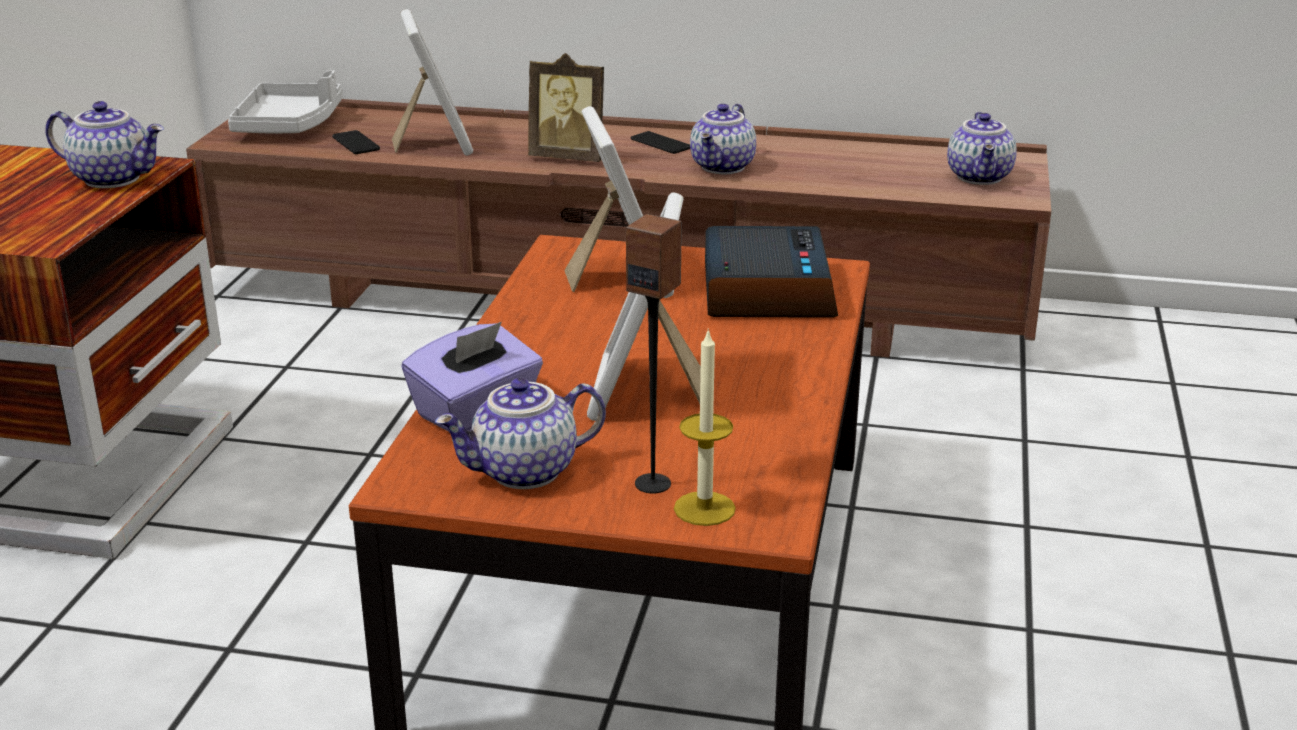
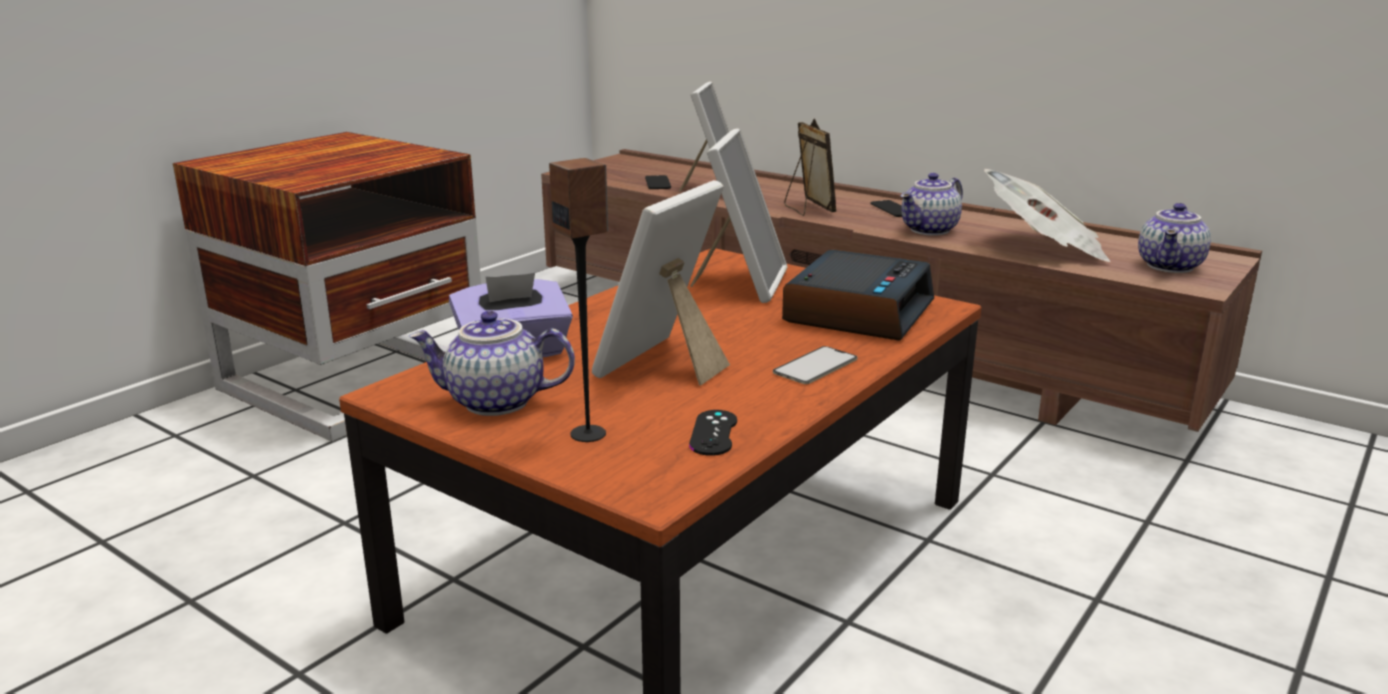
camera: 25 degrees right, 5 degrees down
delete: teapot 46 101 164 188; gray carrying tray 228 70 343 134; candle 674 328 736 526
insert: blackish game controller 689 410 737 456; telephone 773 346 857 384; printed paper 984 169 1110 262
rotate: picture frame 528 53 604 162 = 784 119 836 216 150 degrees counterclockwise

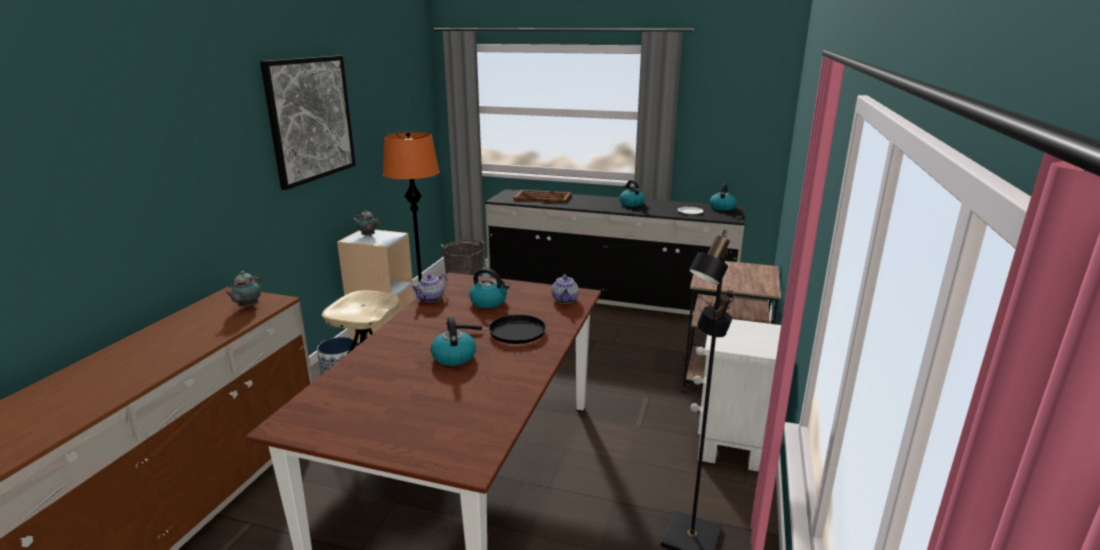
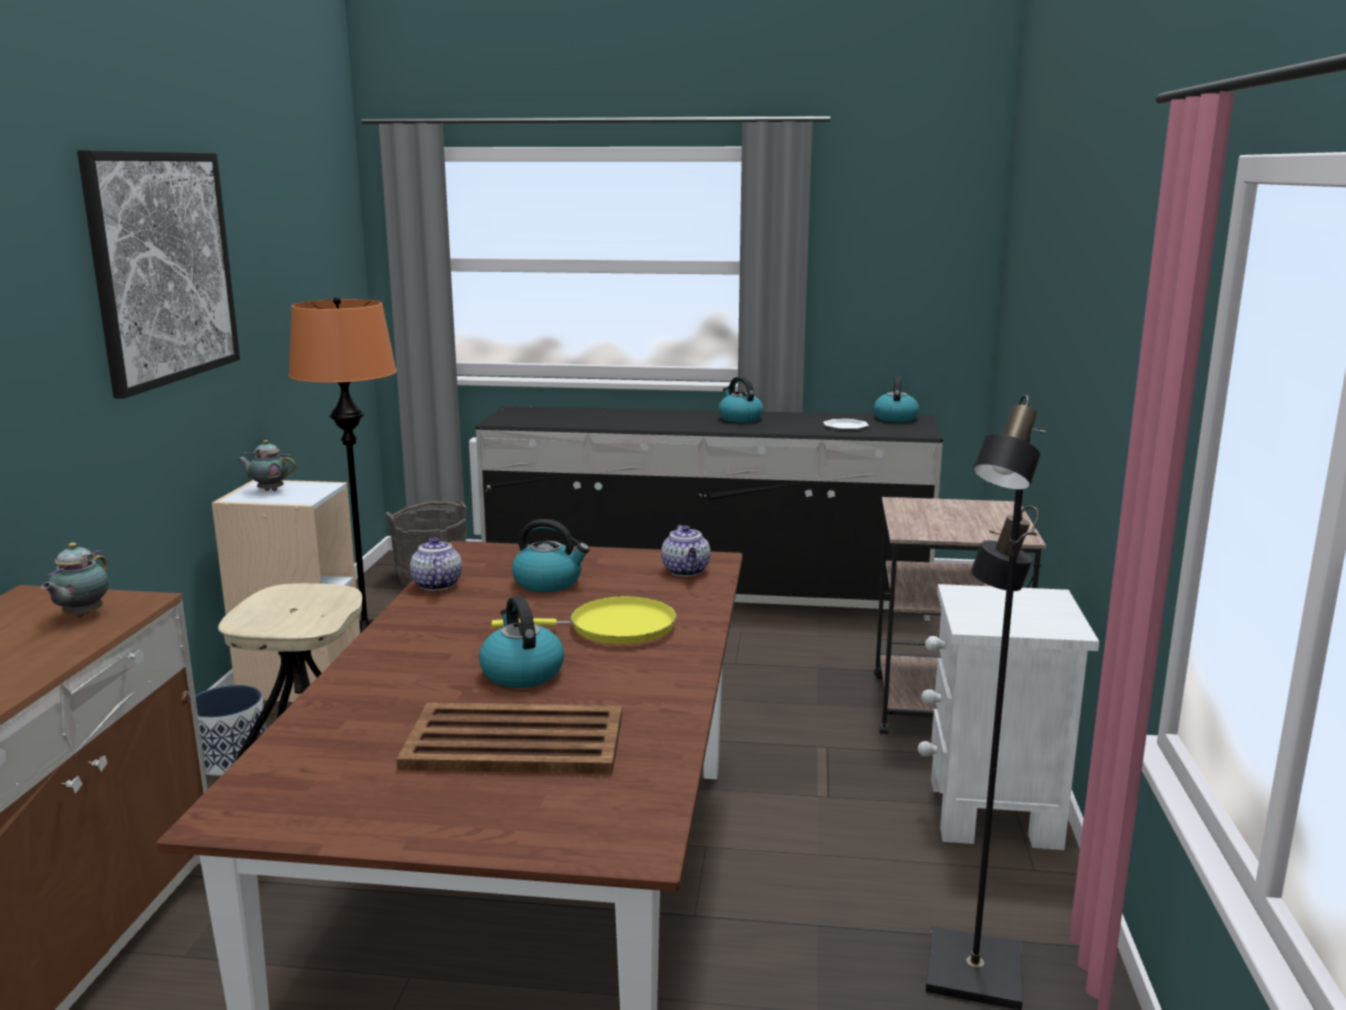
camera: 10 degrees left, 5 degrees down
move: brown-coloured carrying tray 513 190 571 203 to 396 702 622 774
recolor: blackish pan 456 315 546 344 to yellowish pan 491 596 676 644
rotate: teapot 412 274 448 302 = 410 537 462 591 135 degrees clockwise

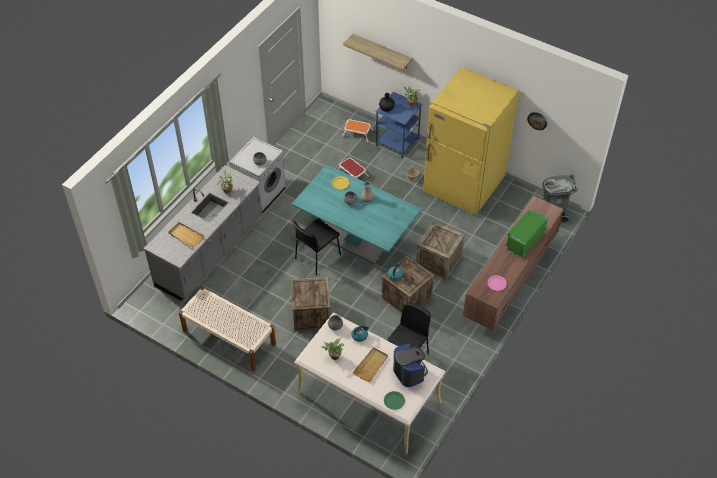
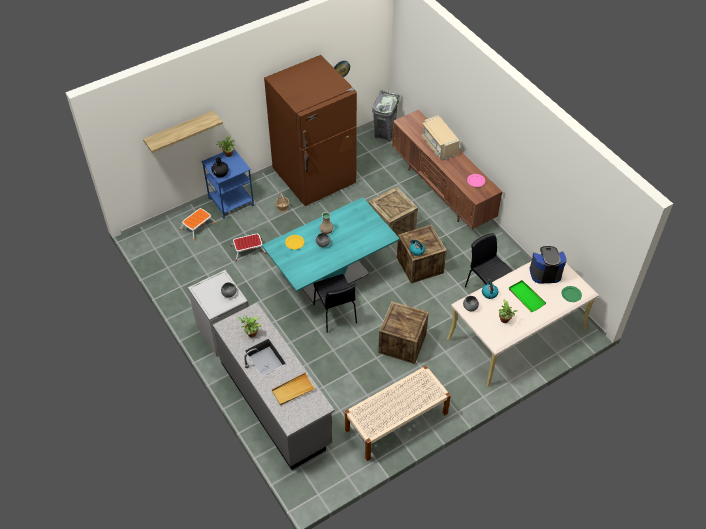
camera: 65 degrees left, 0 degrees up
recolor: beige-coloured carrying tray 353 347 388 382 to green-coloured carrying tray 509 280 546 312; yellowish fridge 423 67 519 215 to brown-coloured fridge 264 55 357 206; green-coloured microwave 506 210 548 258 to beige-coloured microwave 421 115 460 160

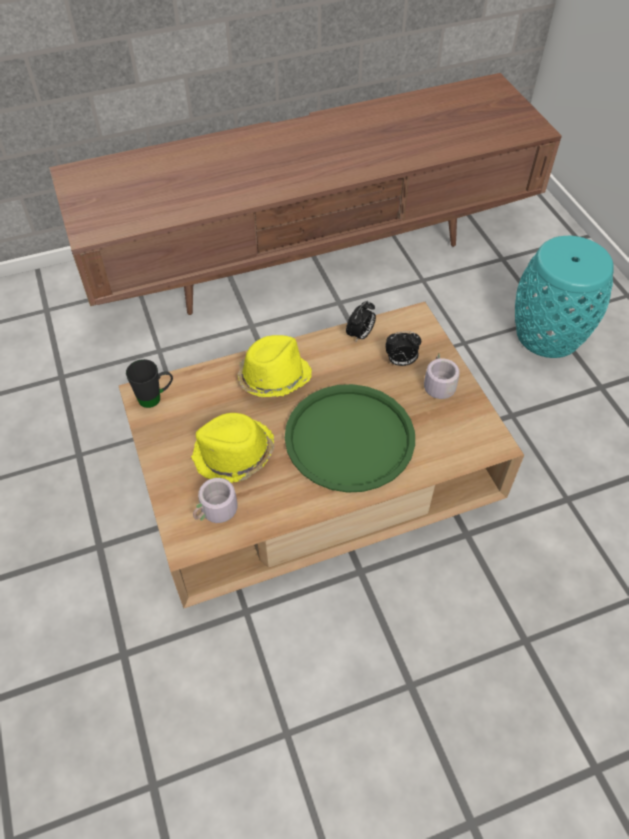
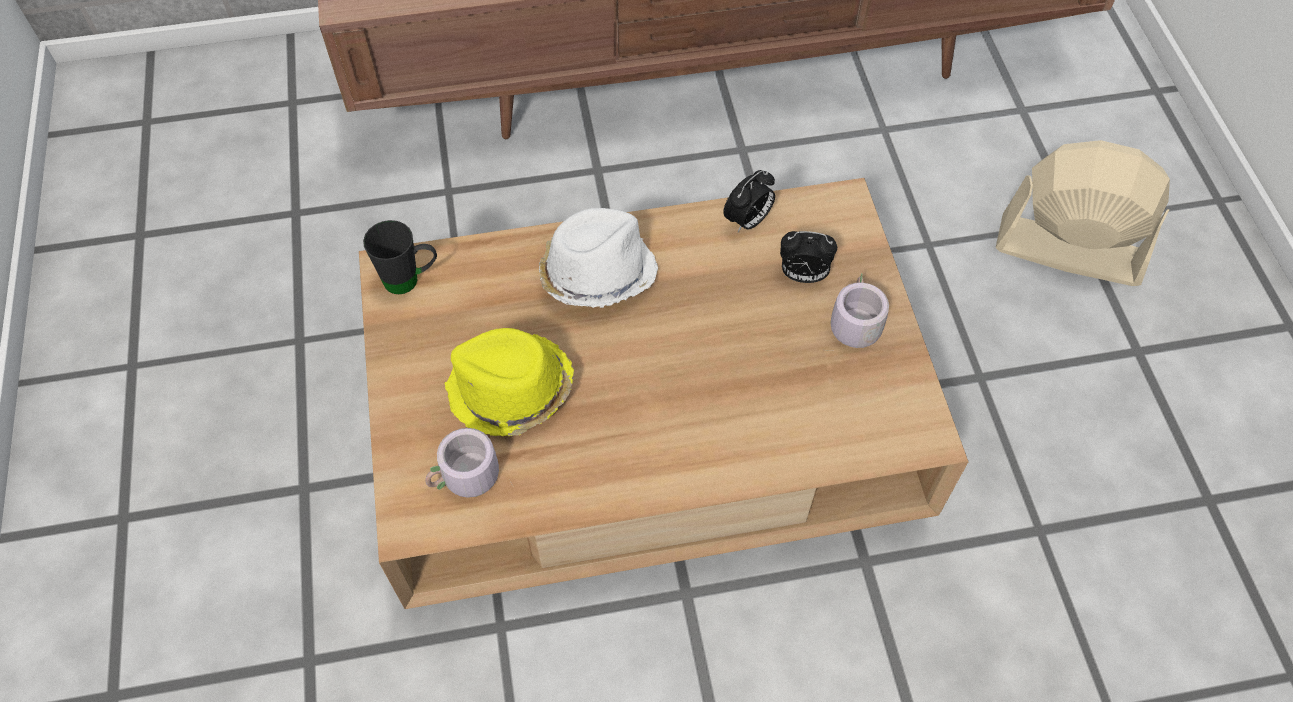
camera: 10 degrees right, 5 degrees up
delete: green-coloured carrying tray 285 384 415 493
replace: turquoise-coloured sitting stool 515 236 614 358 to beige-coloured electric fan 996 140 1170 286
recolor: yellowish clothing hat 238 335 312 397 to white clothing hat 539 208 658 308

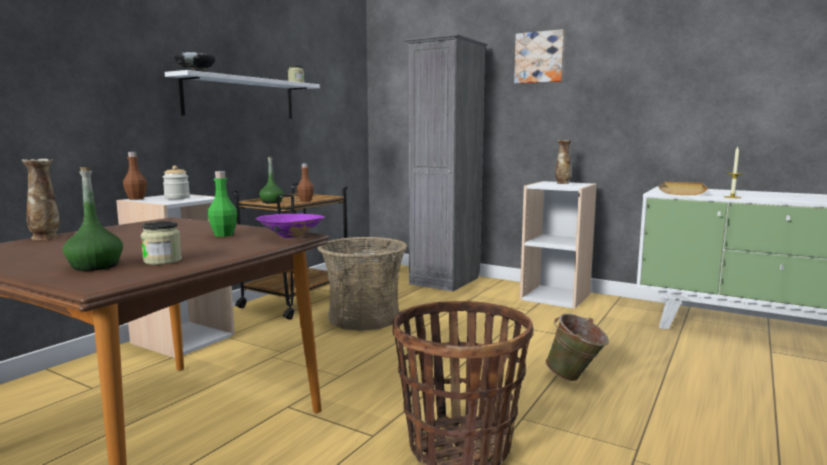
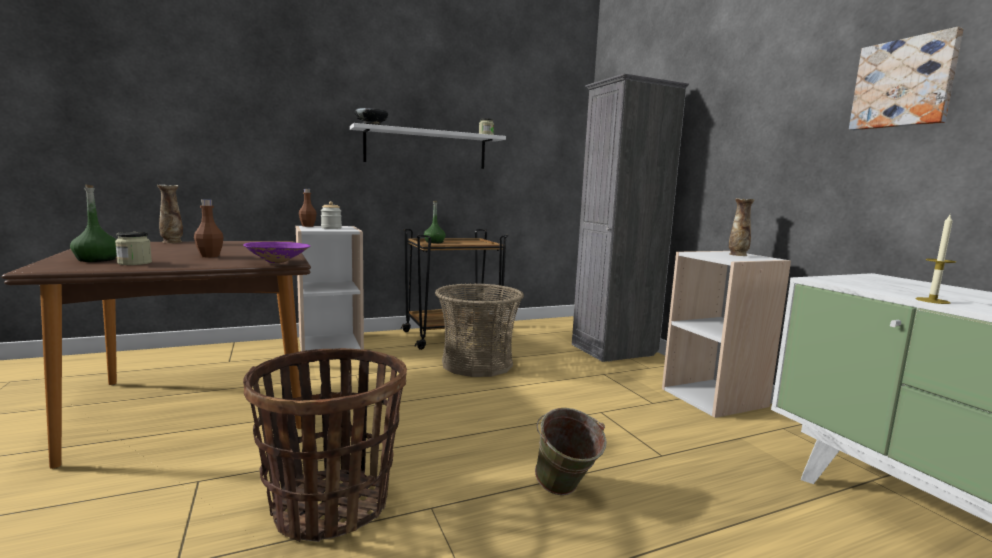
camera: 35 degrees right, 0 degrees up
delete: green-coloured bottle 208 171 237 237; beige-coloured carrying tray 658 182 708 195
move: brown-coloured bottle 297 163 314 202 to 194 199 224 257; wall picture 514 29 565 84 to 849 27 964 130

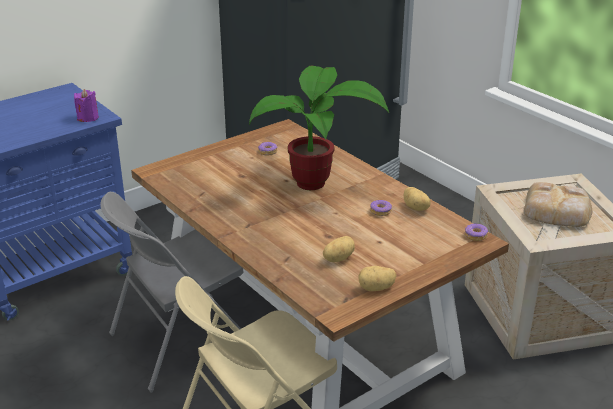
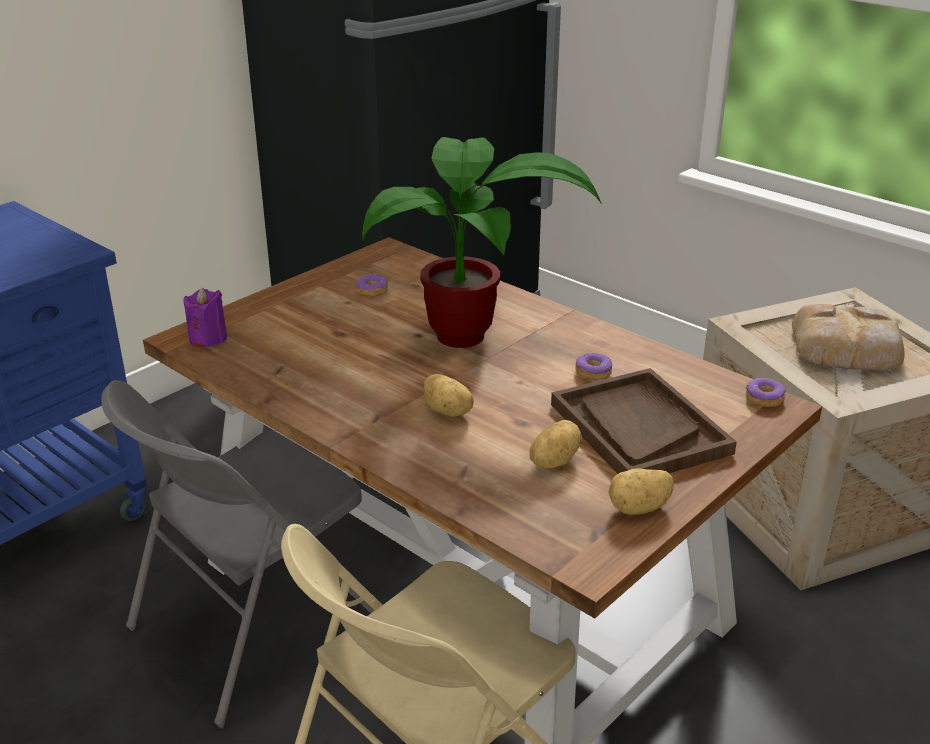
camera: 10 degrees left, 0 degrees up
insert: brown-coloured carrying tray 551 368 737 474
move: purple candle 74 89 99 122 to 183 288 227 347; whole potato 404 187 431 211 to 424 374 474 417

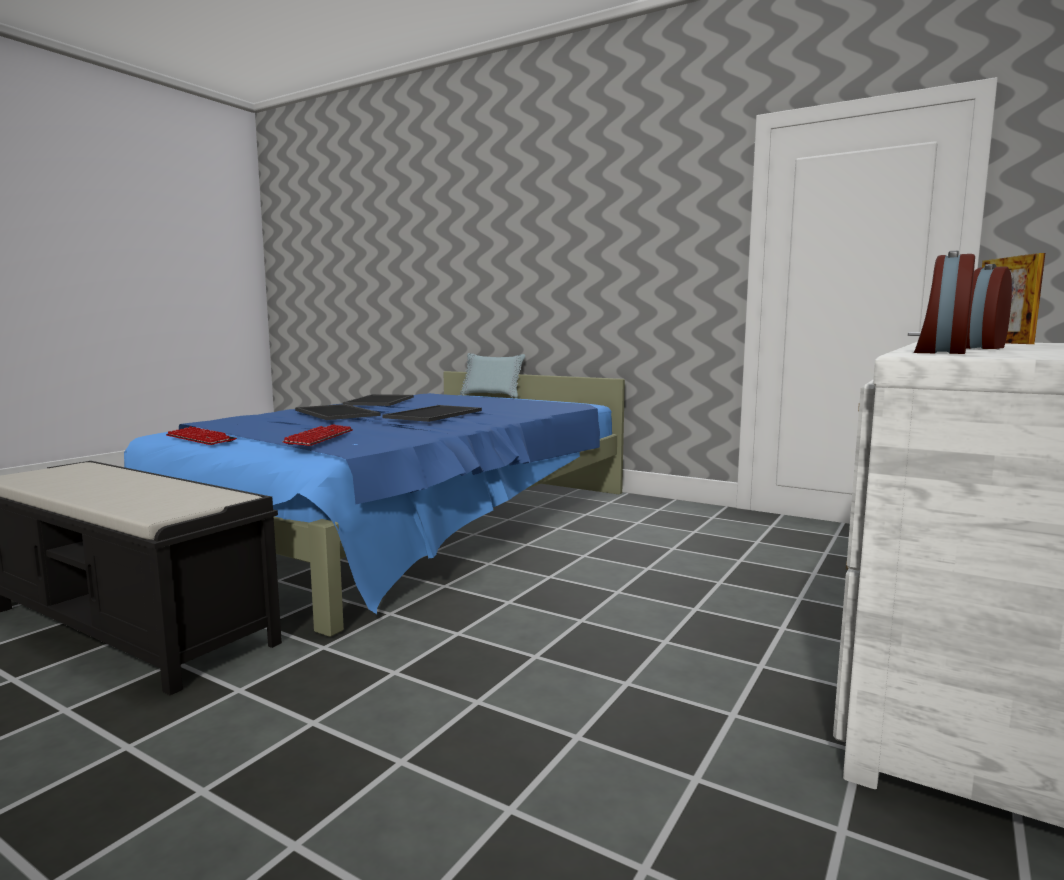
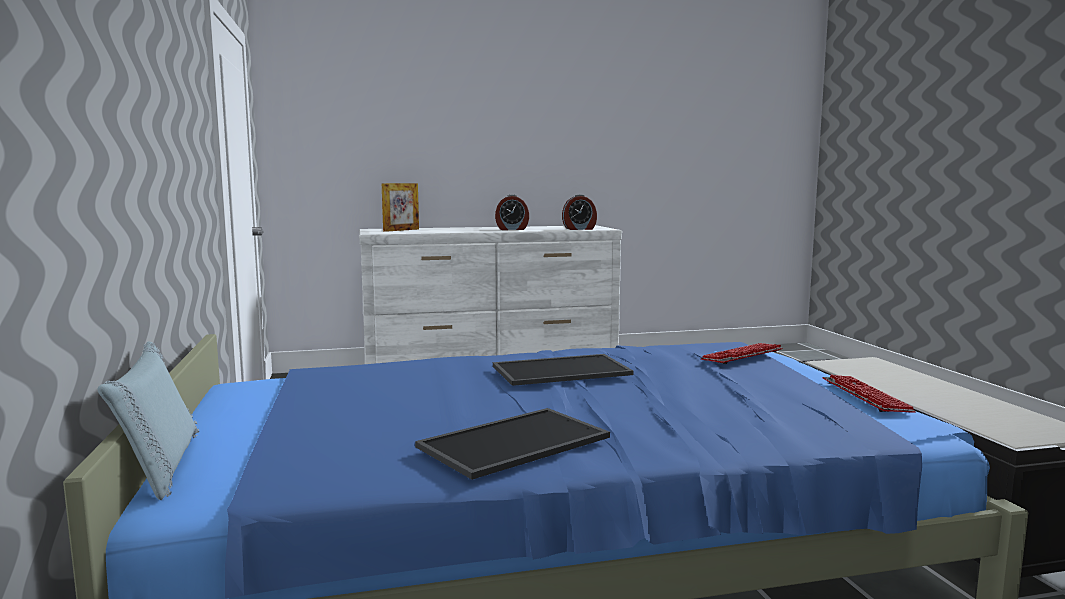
camera: 135 degrees left, 0 degrees up
delete: carrying tray 295 404 380 420

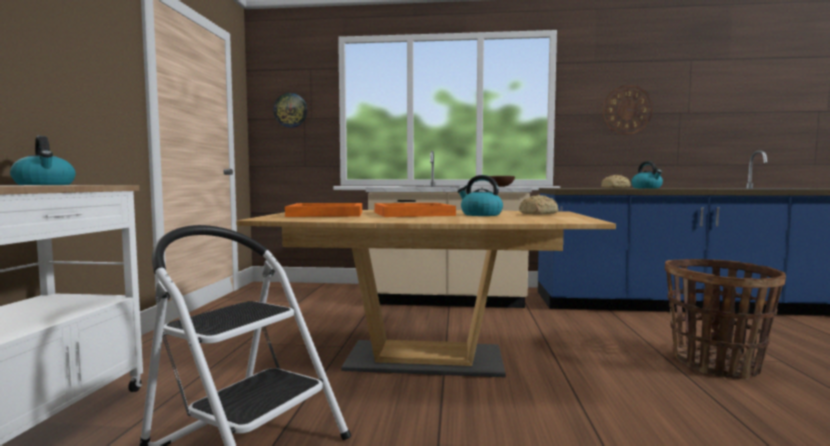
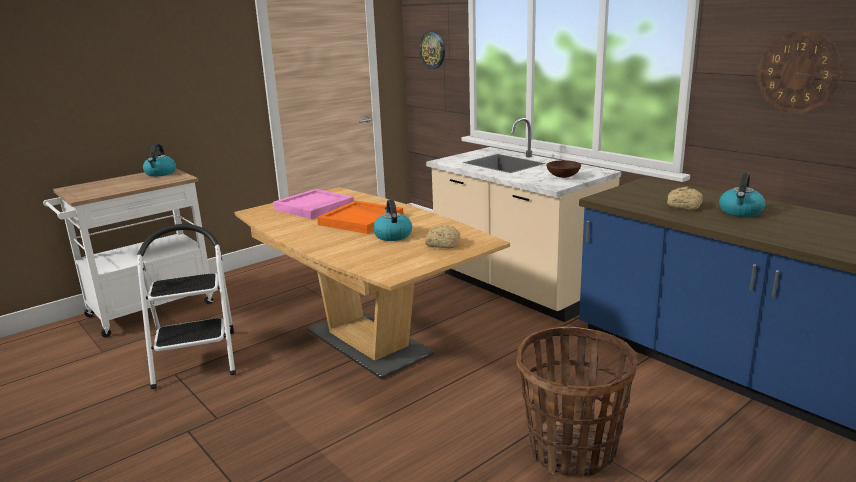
camera: 45 degrees right, 15 degrees up
recolor: orange-coloured carrying tray 285 203 362 217 to pink-coloured carrying tray 273 189 354 219

